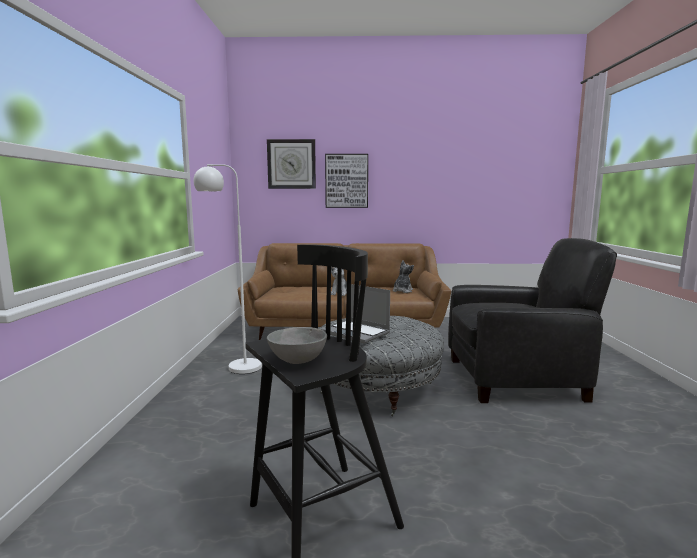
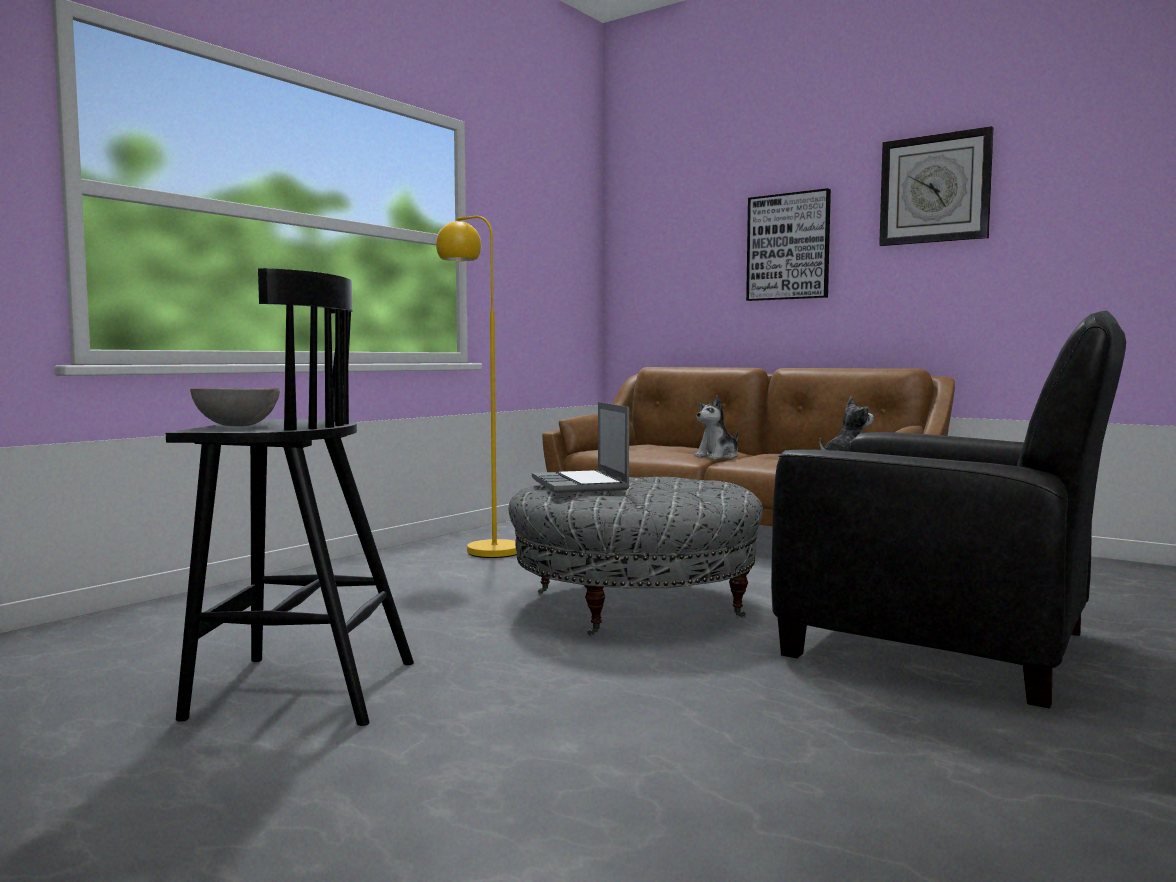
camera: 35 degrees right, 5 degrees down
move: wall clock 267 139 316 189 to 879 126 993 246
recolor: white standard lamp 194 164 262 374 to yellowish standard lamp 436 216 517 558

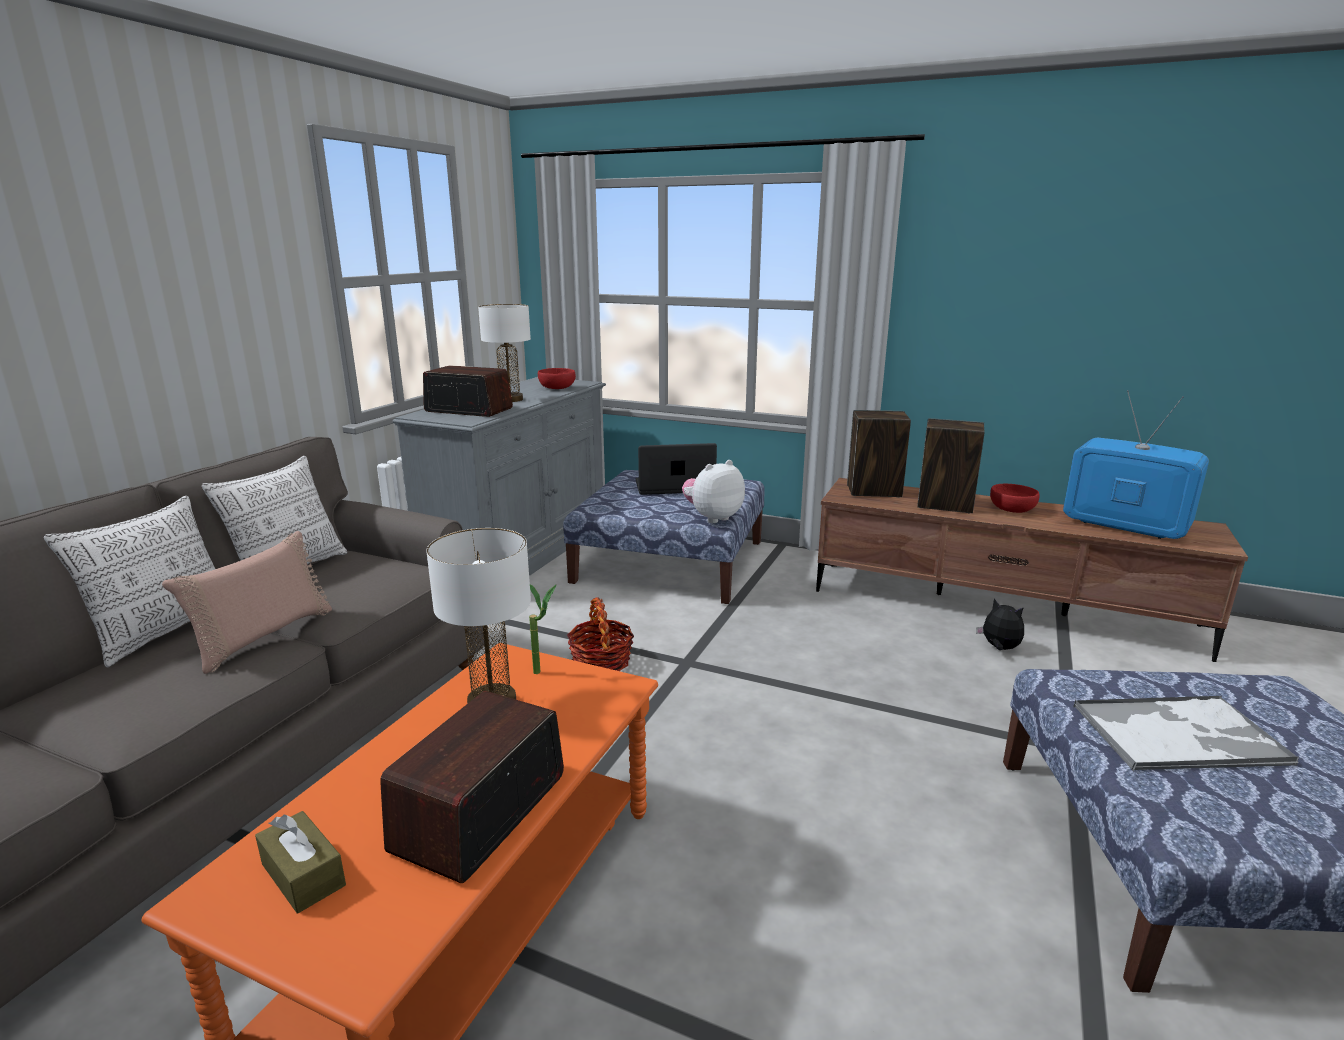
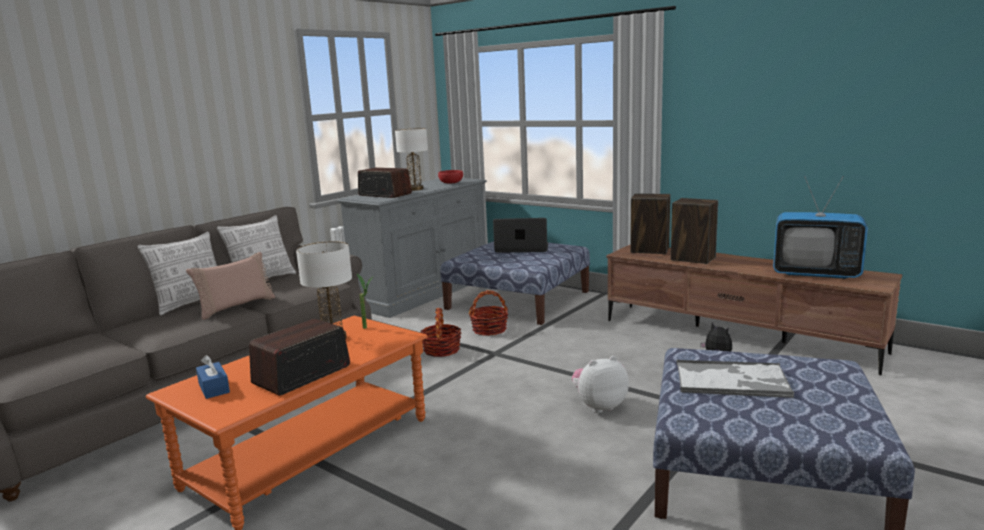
camera: 15 degrees right, 5 degrees down
delete: red-coloured serving bowl 990 484 1039 513
insert: storage basket 469 290 508 336
move: plush toy 682 460 745 523 to 572 356 629 413
recolor: brown-coloured tissue holder 255 811 346 913 to blue-coloured tissue holder 196 355 230 399
rotate: television 1063 390 1209 539 = 773 176 868 279 150 degrees clockwise

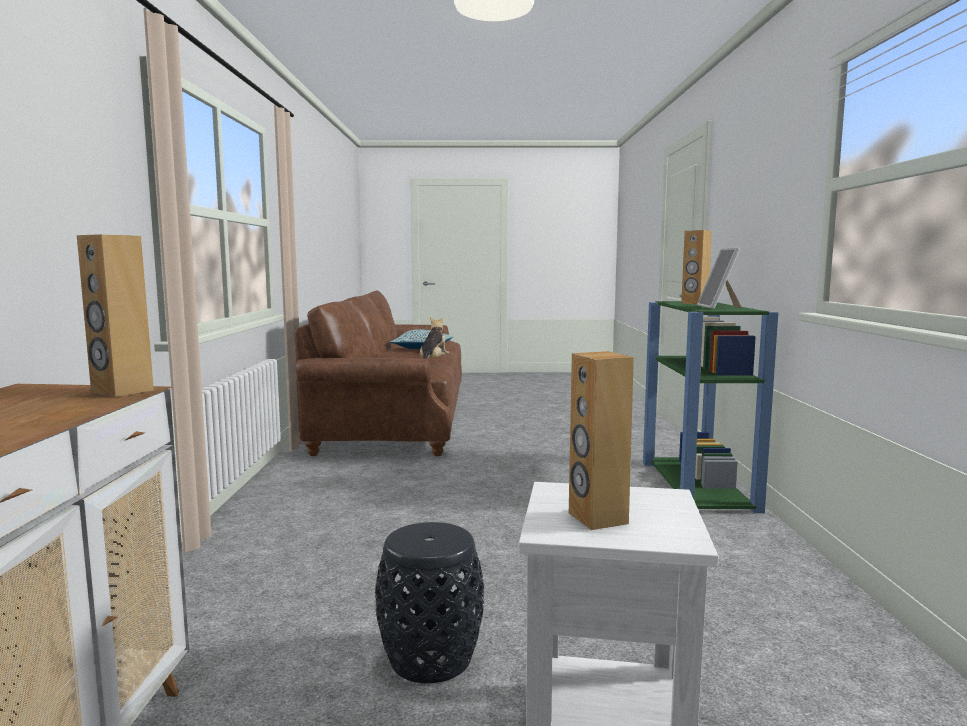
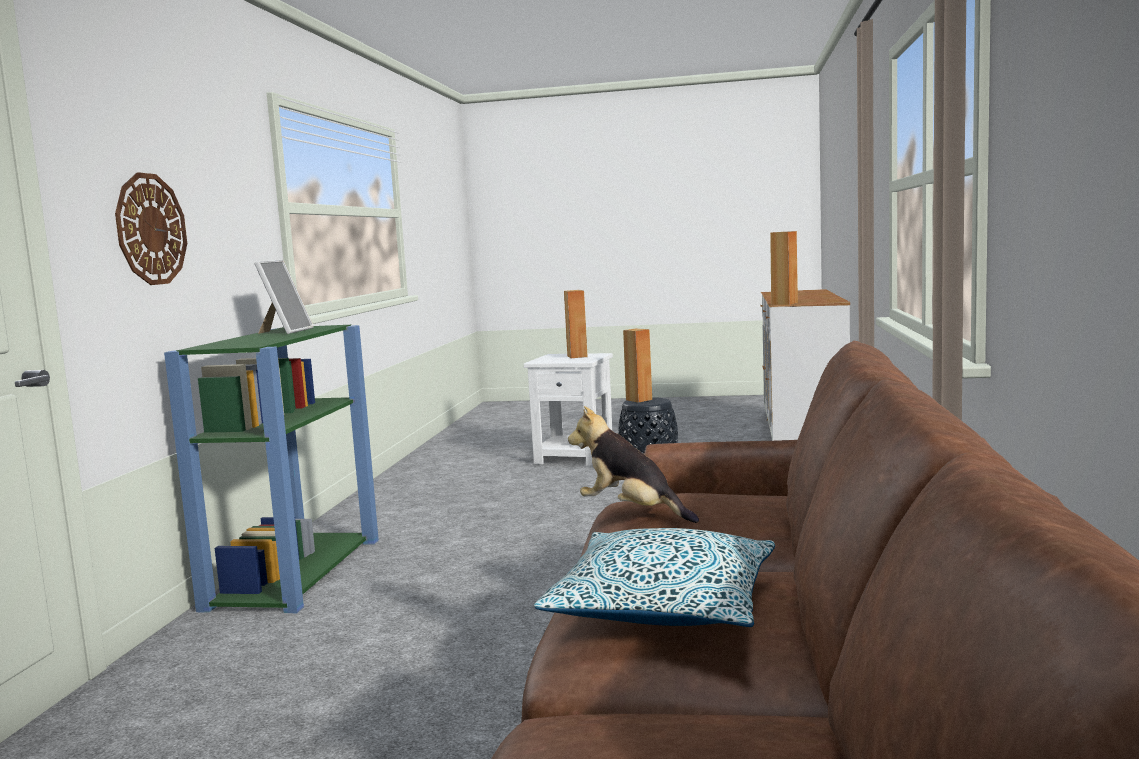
camera: 170 degrees left, 0 degrees up
insert: wall clock 115 172 187 285
move: brown-coloured audio speaker 681 230 712 304 to 623 328 652 403
rotate: plush toy 420 317 449 359 = 568 406 699 523 105 degrees clockwise

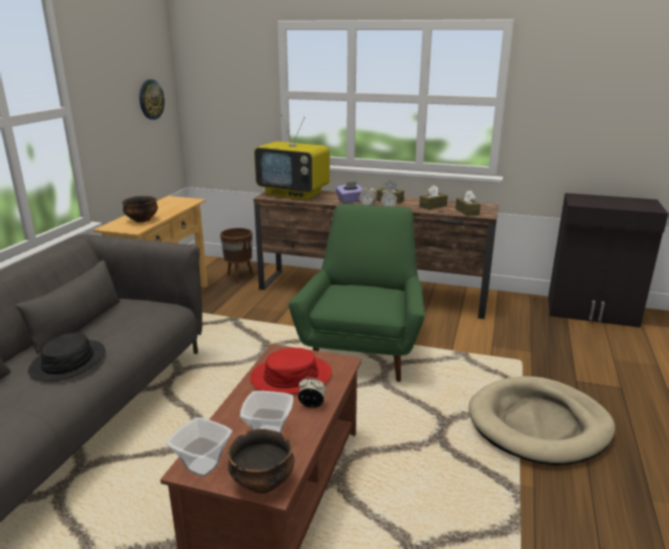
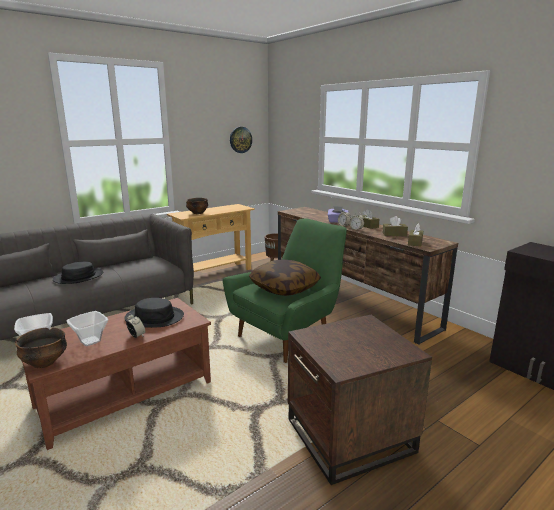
camera: 35 degrees right, 5 degrees down
delete: television 254 115 330 200
insert: throw pillow 249 260 321 296
replace: beige-coloured dog cushion 469 376 615 465 to brown-coloured accent table 288 315 432 485
recolor: red-coloured clothing hat 250 348 332 394 to blackish clothing hat 124 298 184 328

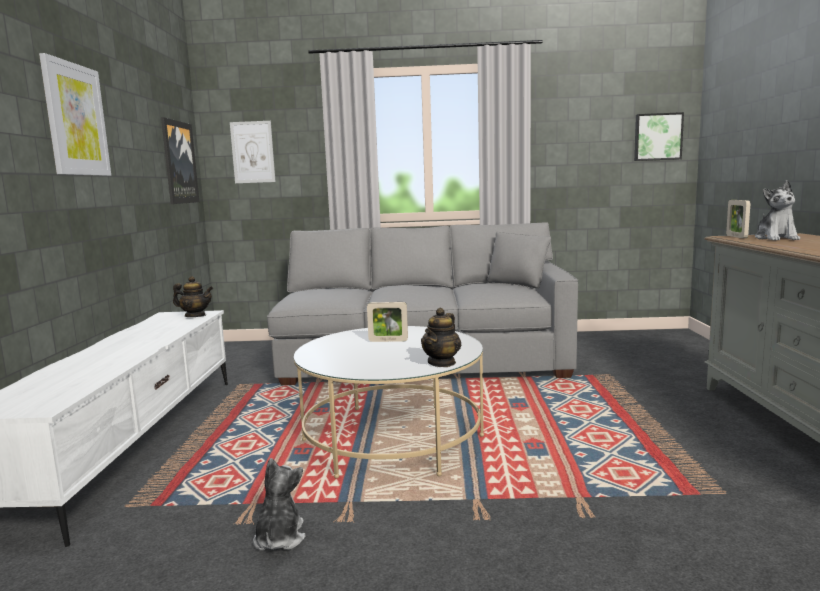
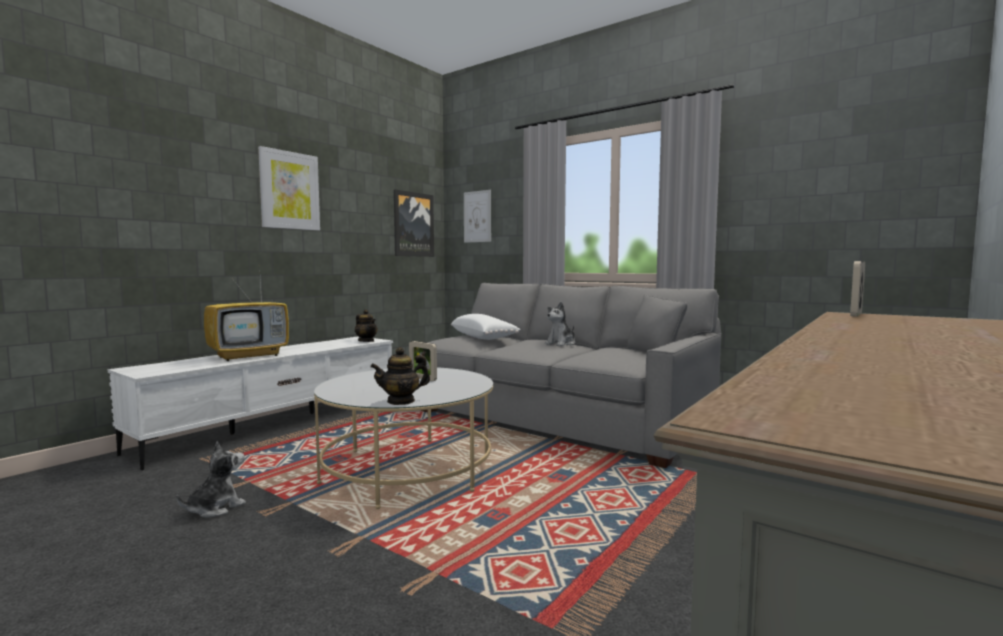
camera: 35 degrees right, 5 degrees down
delete: wall picture 634 112 684 161
insert: television 204 281 289 361; white throw pillow 451 314 520 340
move: plush toy 755 180 800 240 to 545 302 575 346

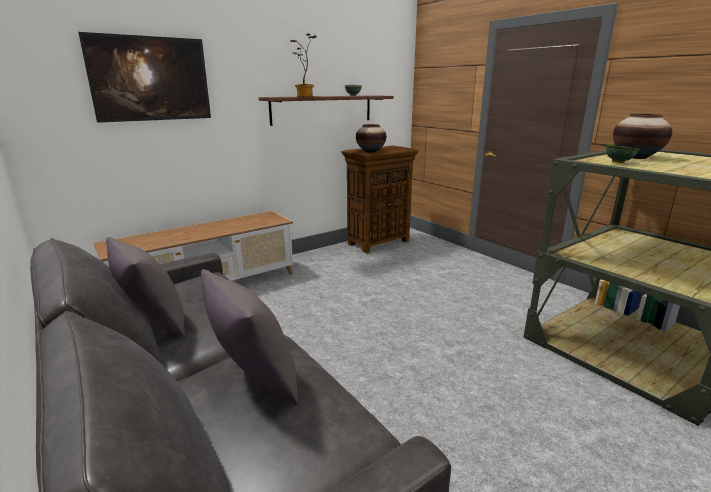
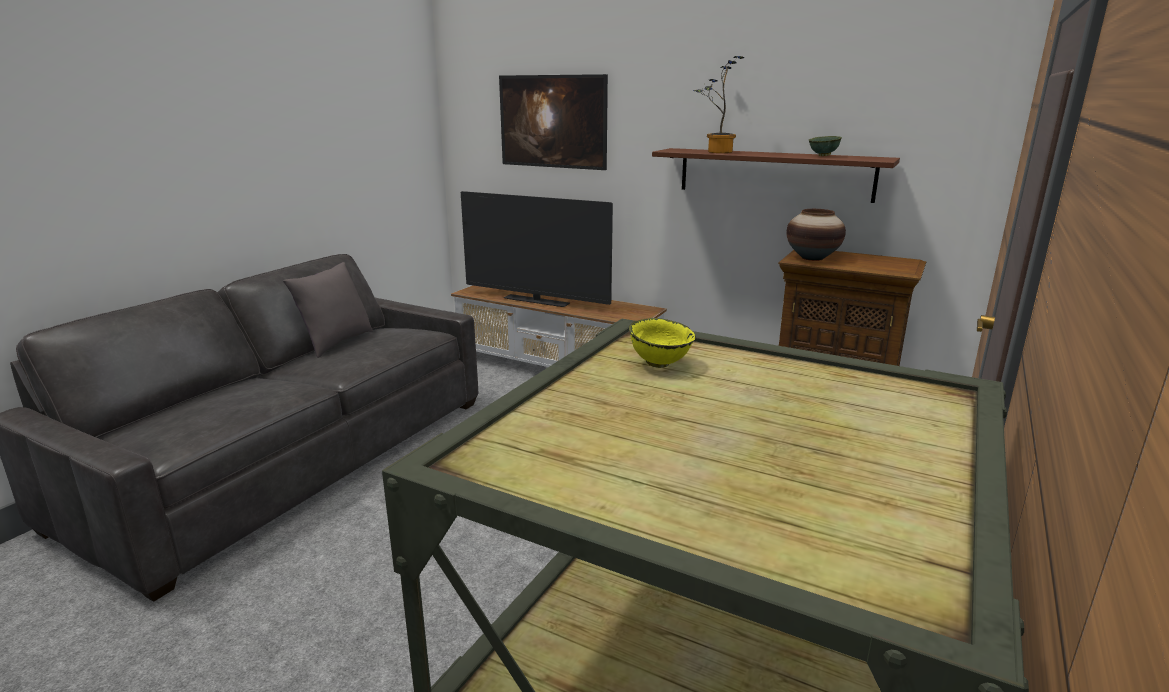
camera: 65 degrees right, 0 degrees up
delete: gray throw pillow 201 269 298 405; flower vase 613 114 672 159
insert: television 461 191 613 307
recolor: green-coloured serving bowl 606 145 640 163 to yellowish serving bowl 629 318 696 368

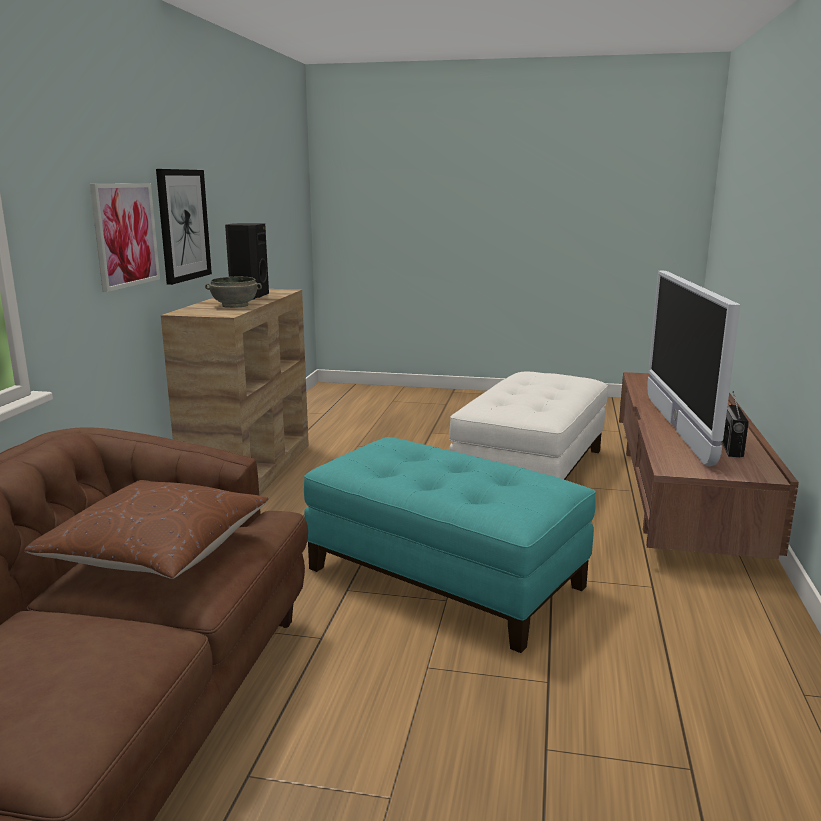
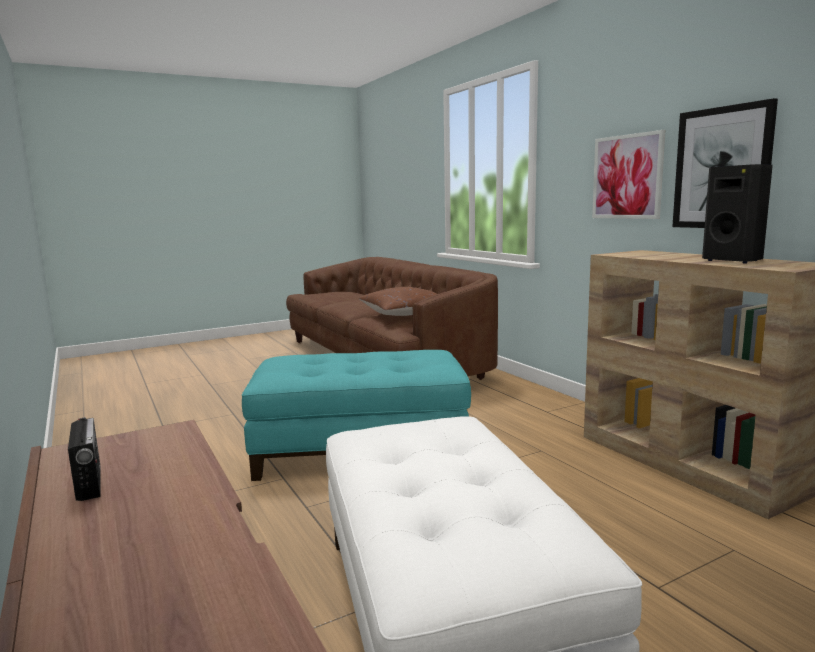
camera: 140 degrees right, 5 degrees down
delete: gray serving bowl 205 277 262 308; television 647 271 740 466

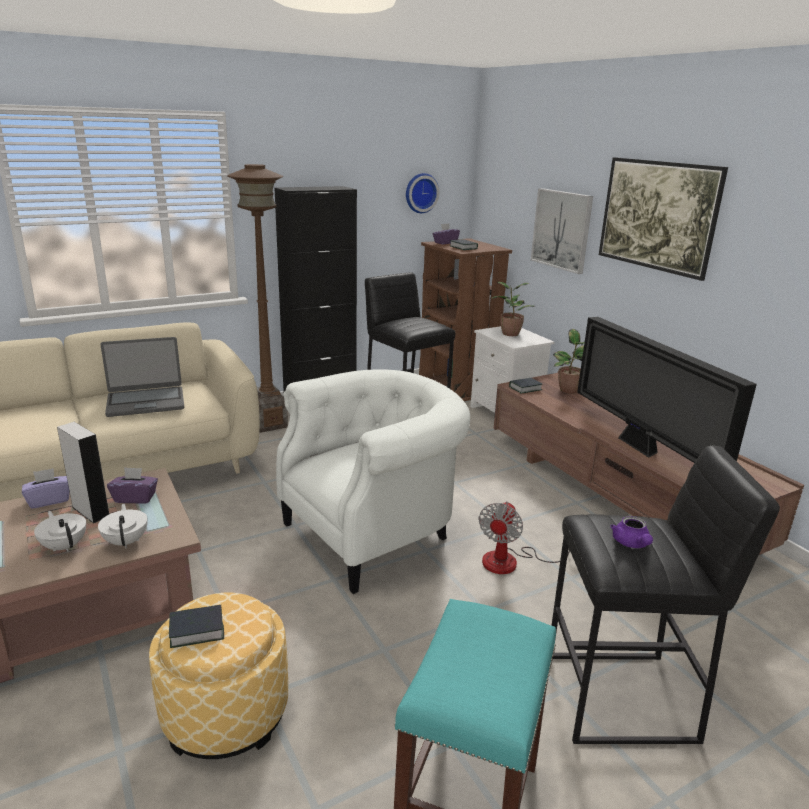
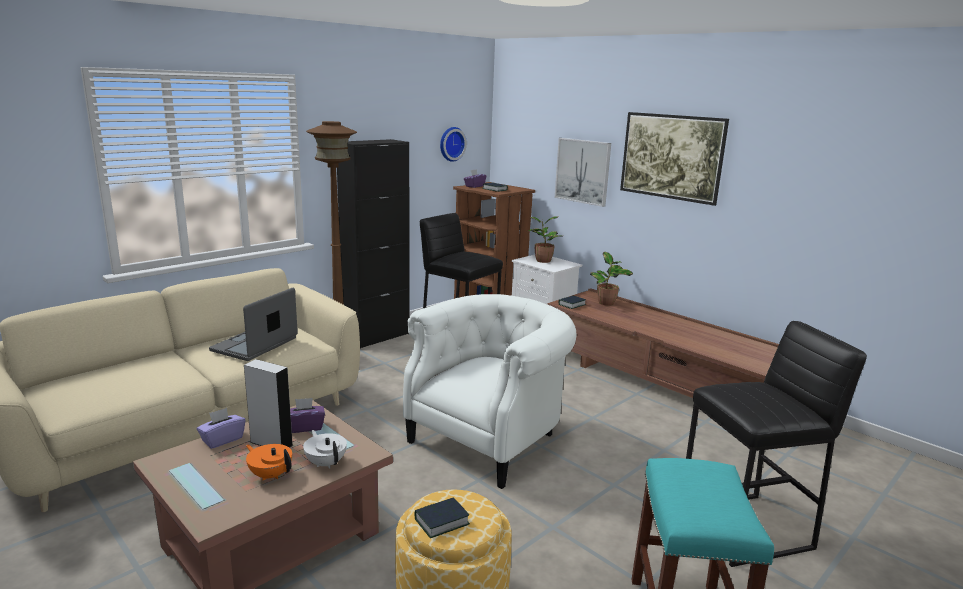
camera: 15 degrees left, 5 degrees down
delete: electric fan 478 501 570 574; television 577 317 757 463; purple teapot 610 516 653 548
recolor: white teapot 34 511 86 552 to orange-coloured teapot 246 444 292 481
rotate: notebook computer 100 337 184 417 = 209 288 298 361 150 degrees clockwise

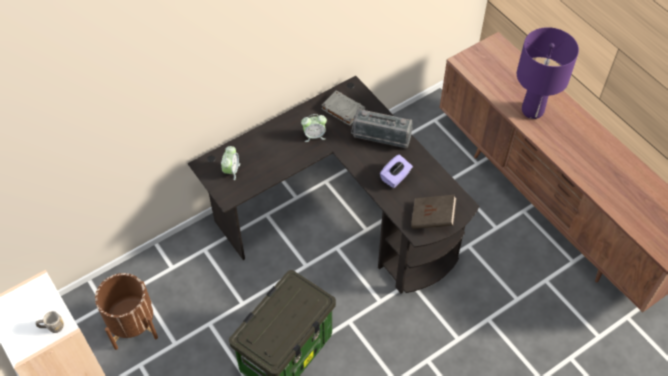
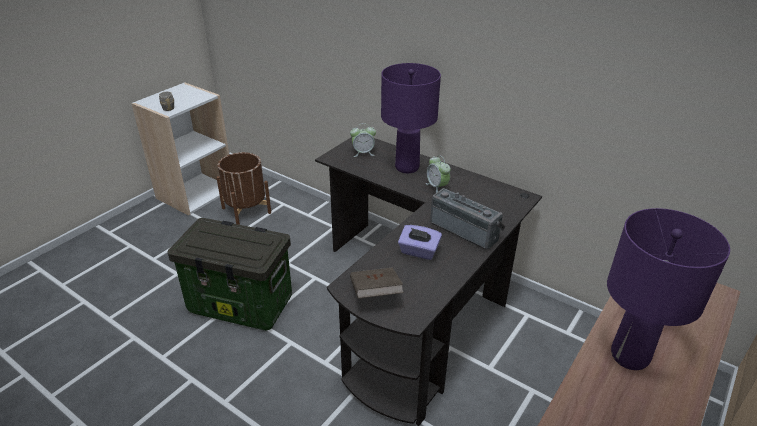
camera: 70 degrees right, 20 degrees down
delete: gray volume 321 90 365 126
insert: purple tabletop lamp 381 63 441 173
rotate: radio 351 109 413 149 = 430 188 505 250 135 degrees clockwise

